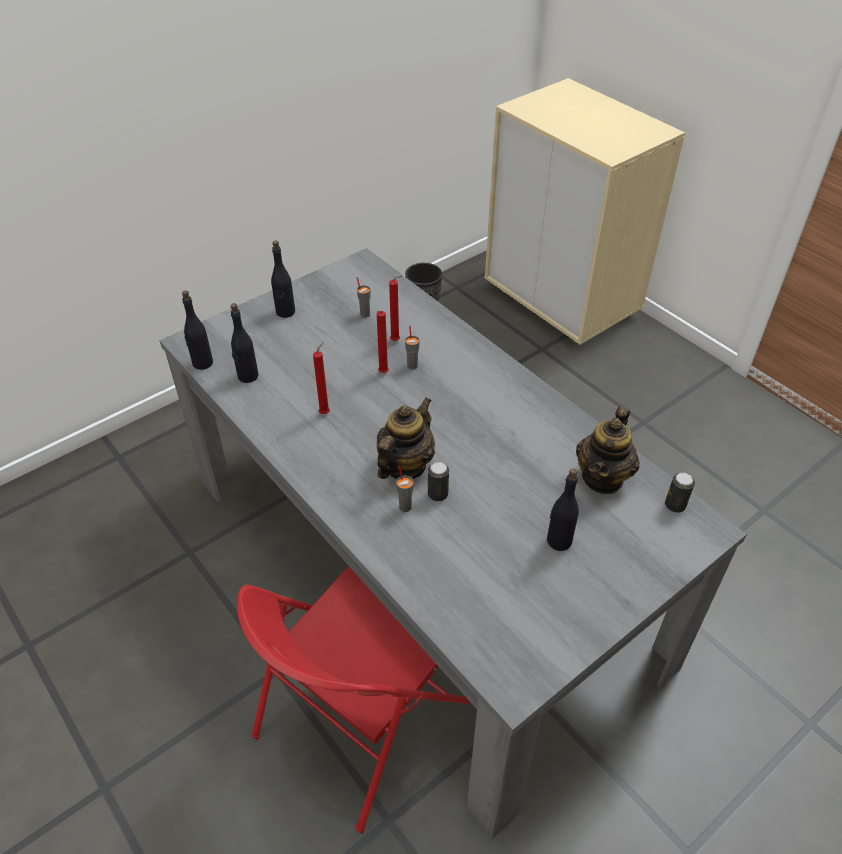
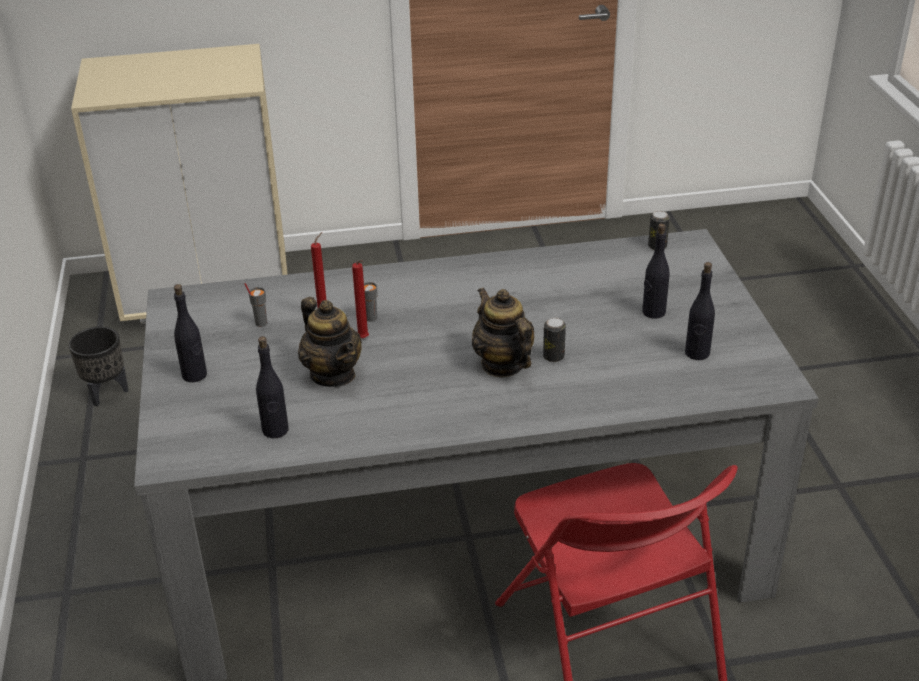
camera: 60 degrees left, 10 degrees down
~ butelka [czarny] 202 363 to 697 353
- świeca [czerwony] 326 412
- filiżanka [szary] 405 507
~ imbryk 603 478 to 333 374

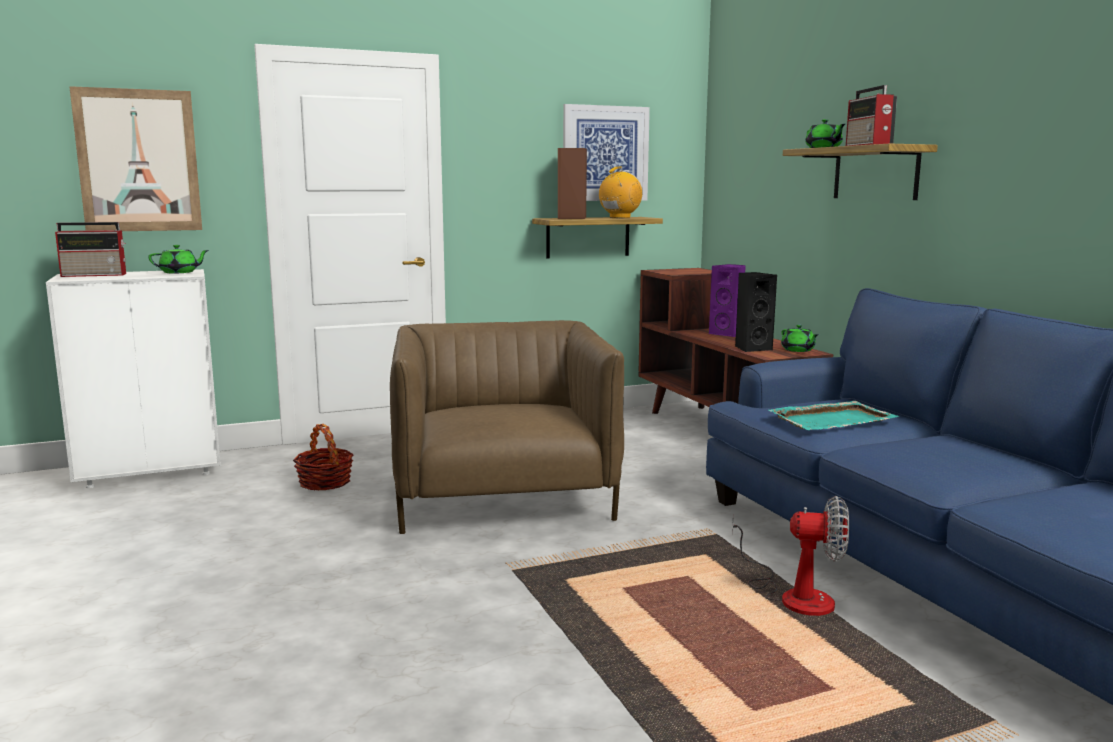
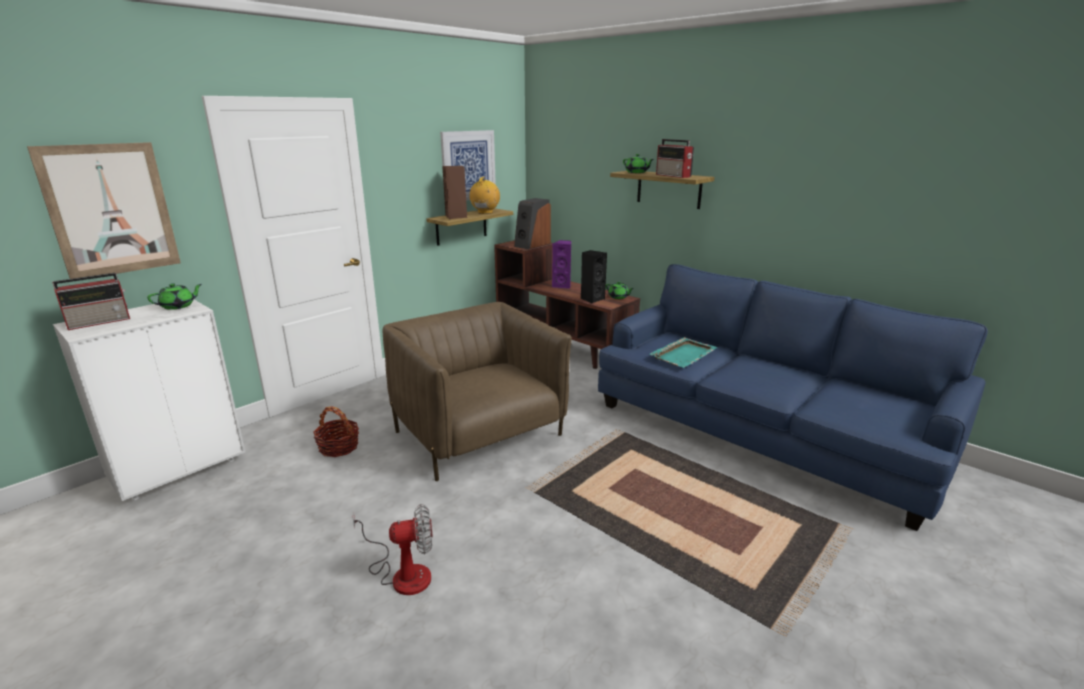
camera: 25 degrees left, 10 degrees up
~ wentylator 794 595 to 402 573
+ głośnik 532 245

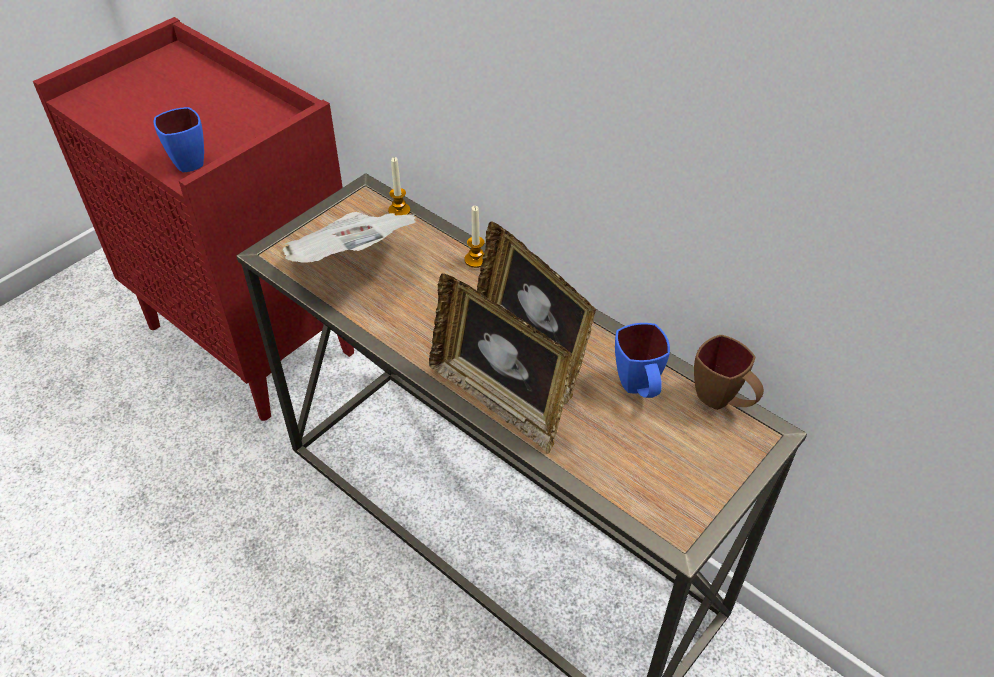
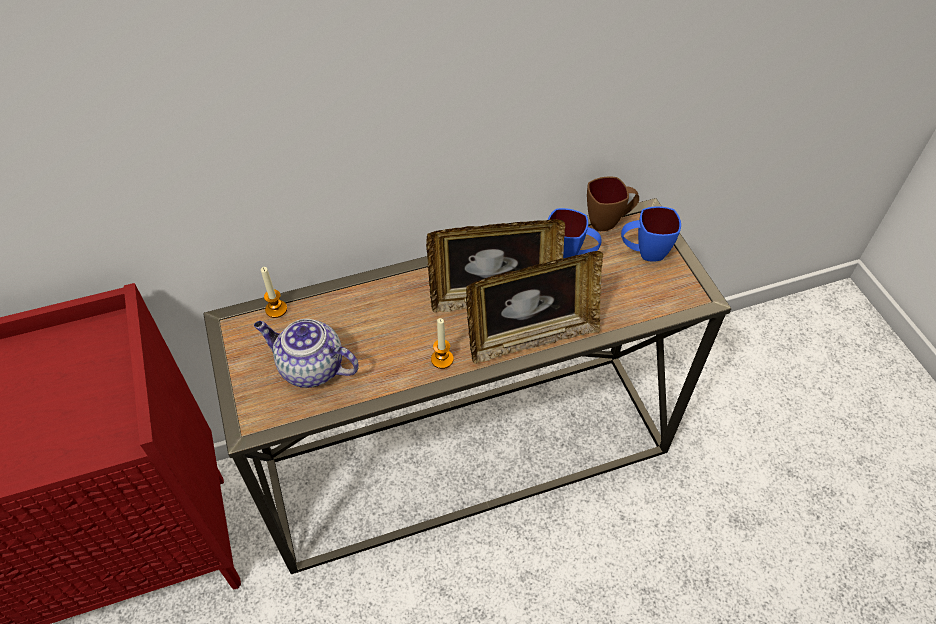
camera: 60 degrees left, 5 degrees up
~ kubek [niebieski] 187 159 to 644 253
~ gazeta 352 261 to imbryk 310 368
~ świeca 476 260 to 442 359

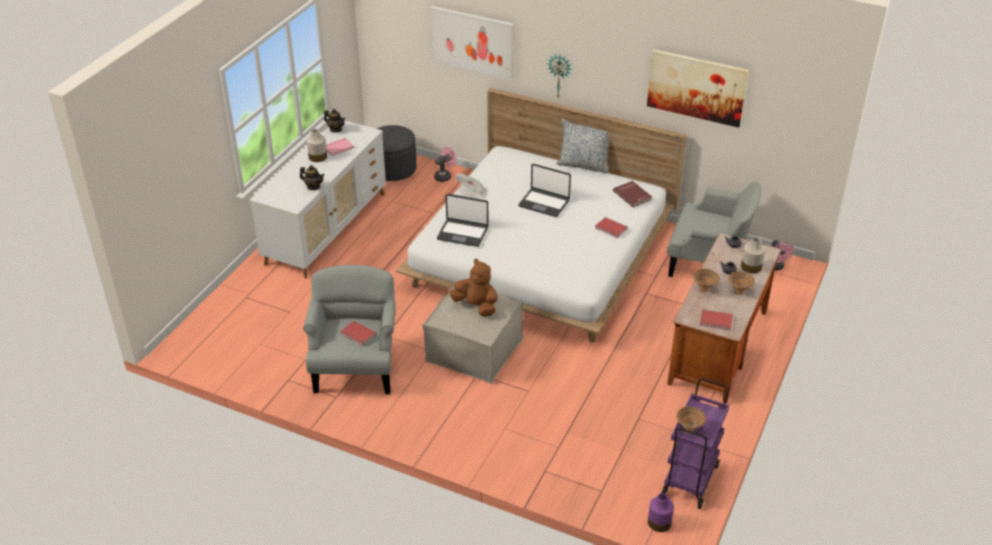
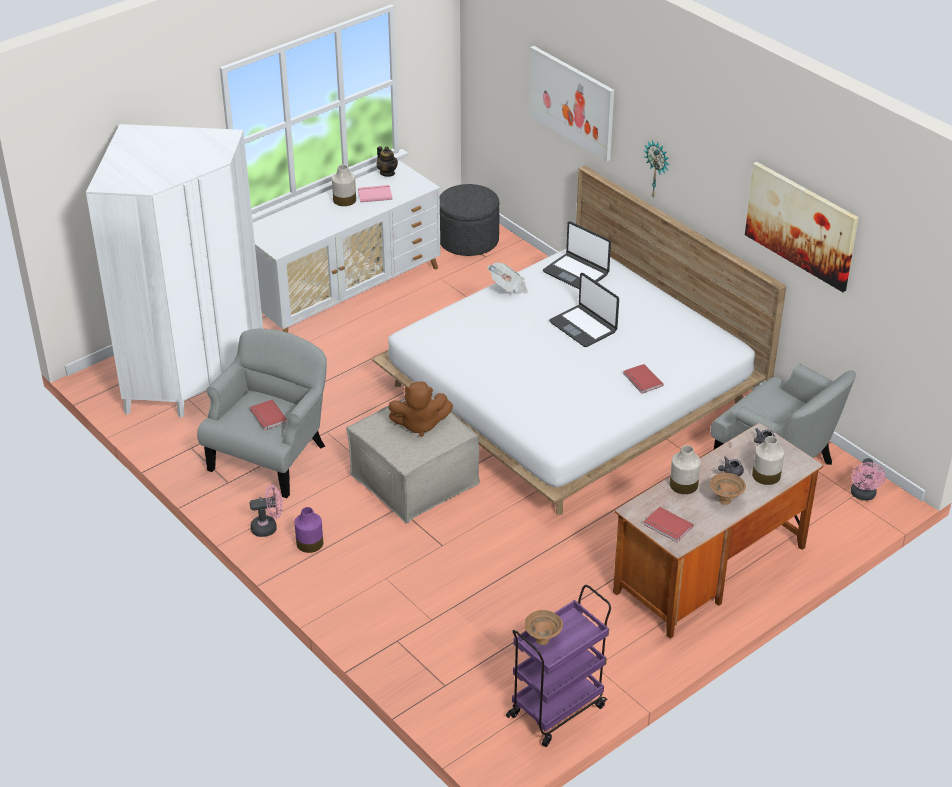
camera: 25 degrees right, 0 degrees up
- imbryk 313 187
~ wentylator [różowy] 445 176 to 268 527
~ laptop 463 233 to 576 273
~ pluszak [brązowy] 476 306 = 419 425 120 degrees clockwise
- poduszka 583 165
- książka [czerwony] 632 195
~ wazon [fioletowy] 659 522 to 309 543
~ miska [brązowy] 704 289 to wazon [beżowy] 684 484
+ szafa [biały] 192 375

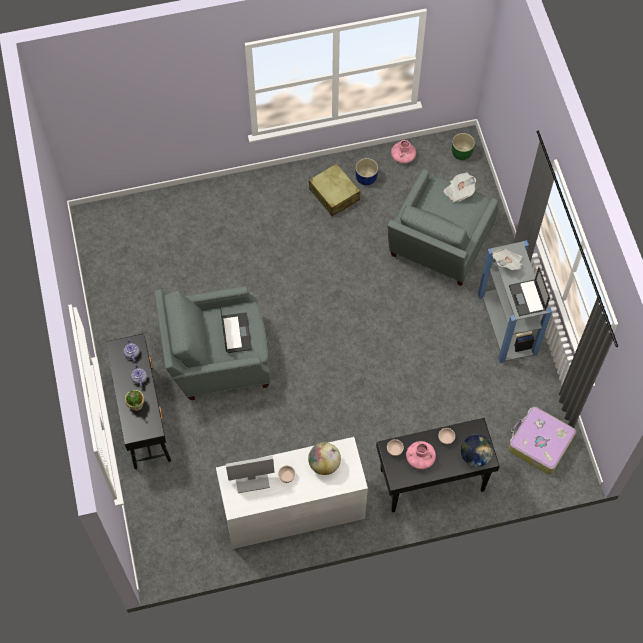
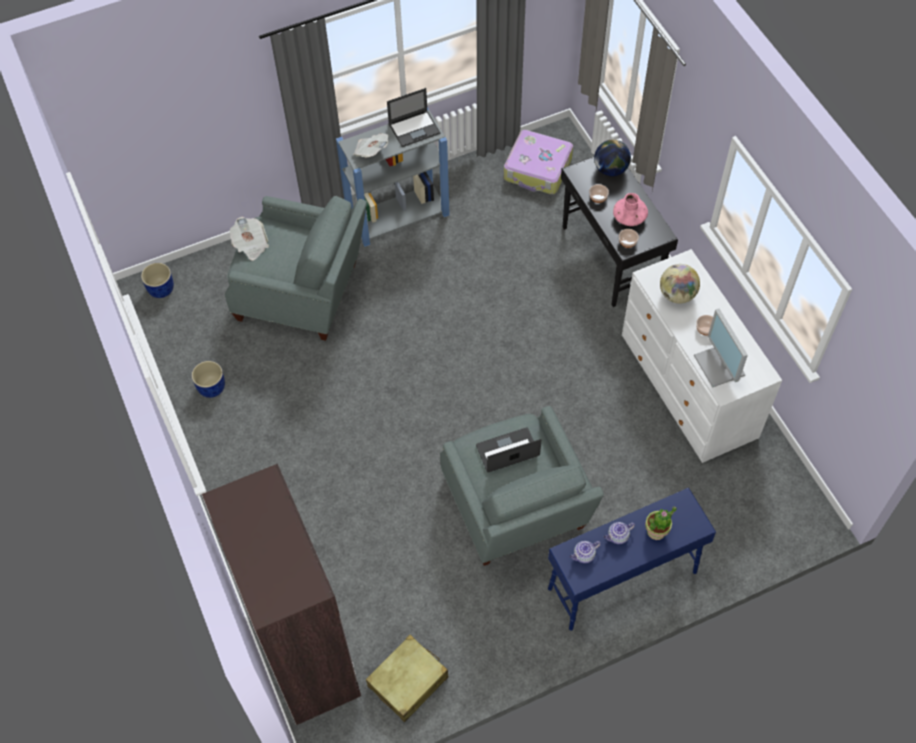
camera: 100 degrees left, 5 degrees down
~ stolik konsolowy [czarny] 144 416 to stolik konsolowy [niebieski] 621 579
~ walizka [beżowy] 334 194 to 408 682
- wazon [różowy] 403 156
~ donica [zielony] 461 153 to donica [niebieski] 161 289
+ szafa [brązowy] 306 653

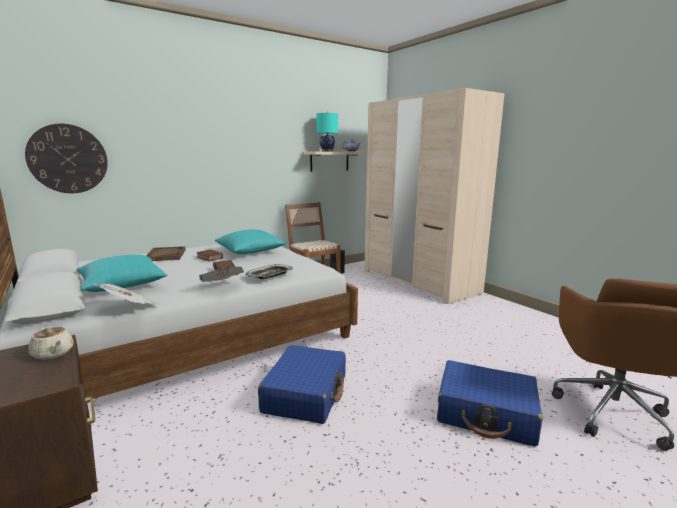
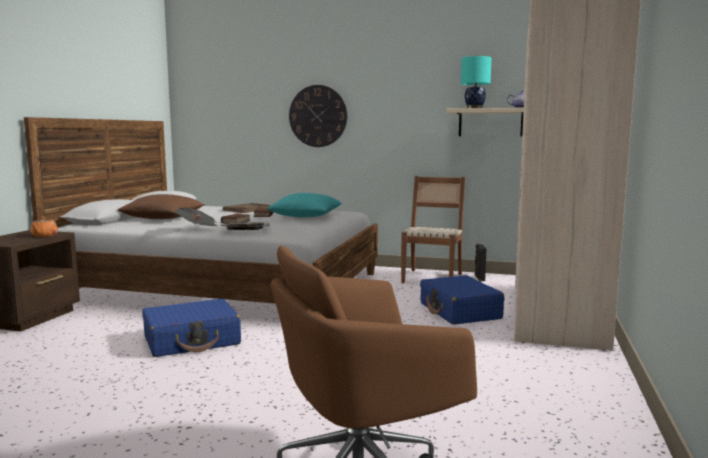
camera: 50 degrees right, 5 degrees down
~ zegar ścienny 68 159 to 318 116
~ imbryk [beżowy] 53 353 to imbryk [pomarańczowy] 44 236
~ poduszka [turkusowy] 122 285 to poduszka [brązowy] 163 218
- gazeta 130 308
~ walizka [niebieski] 486 413 to 459 311

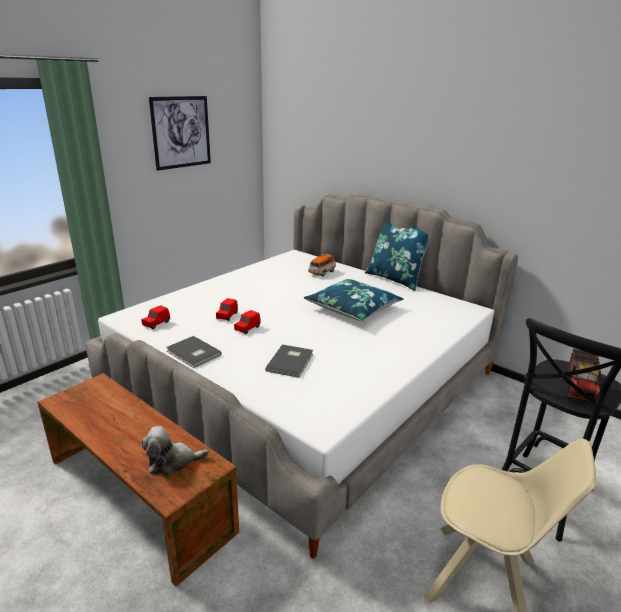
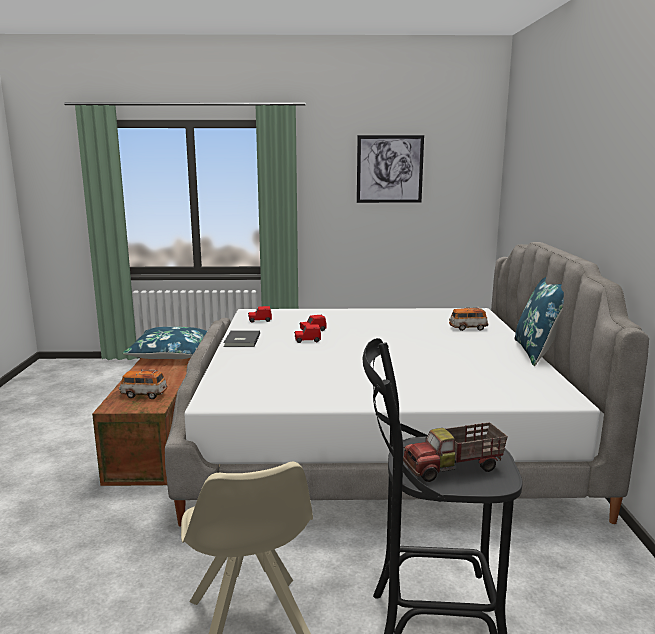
camera: 50 degrees right, 10 degrees down
~ pluszak 172 462 to samochodzik 143 395
- książka [szary] 291 362
~ poduszka [niebieski] 353 308 to 171 353

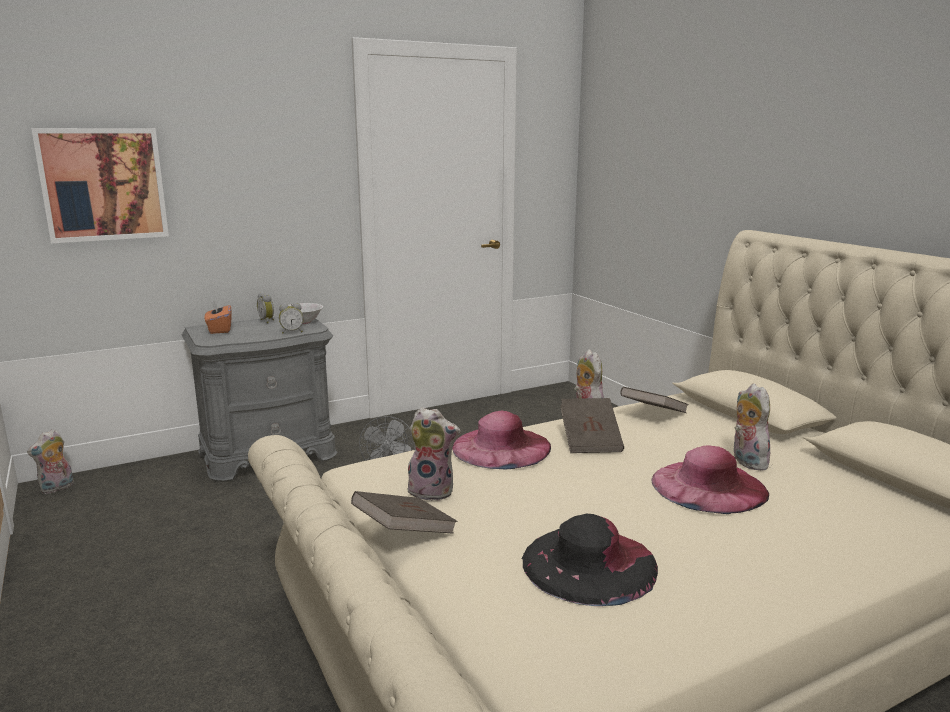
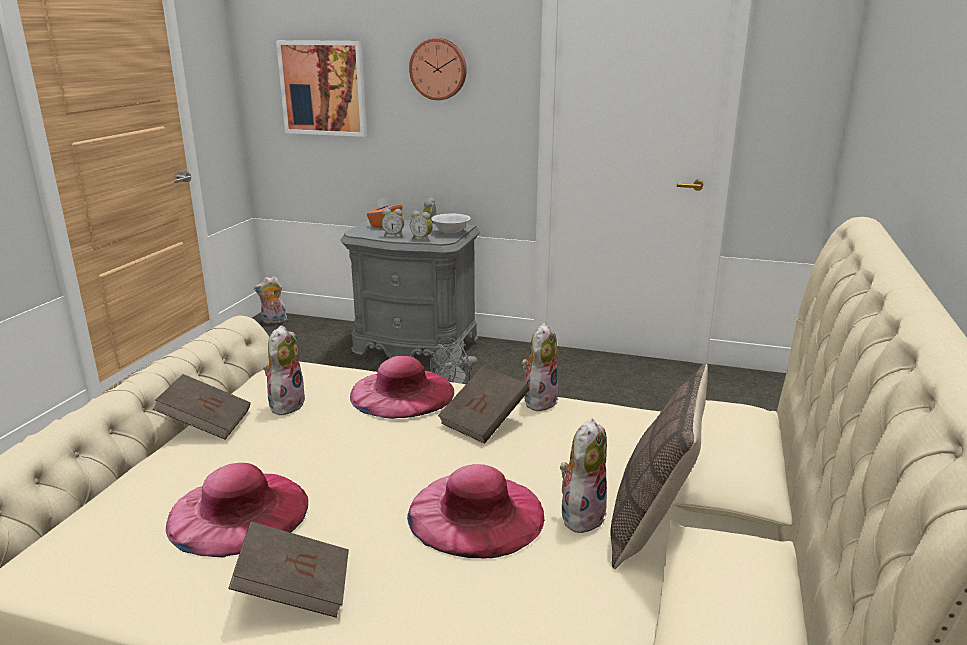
camera: 45 degrees right, 5 degrees up
~ pluszak 433 491 = 286 404 135 degrees counterclockwise
~ kapelusz [czarny] 589 564 to kapelusz [różowy] 238 512
~ książka [brązowy] 653 415 to 295 590
+ budzik 393 235
+ zegar ścienny 439 69
+ poduszka 653 525

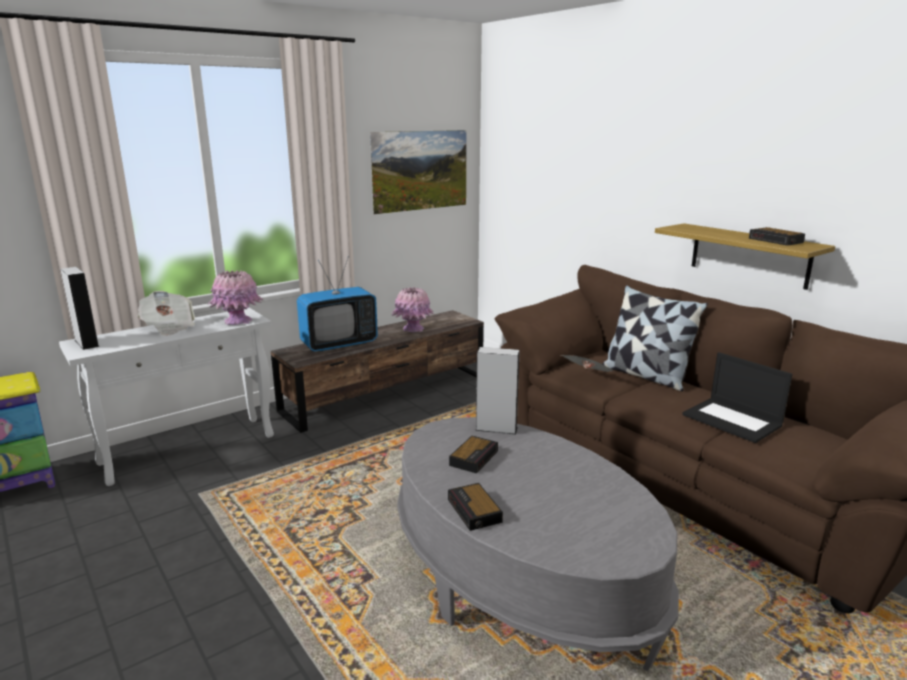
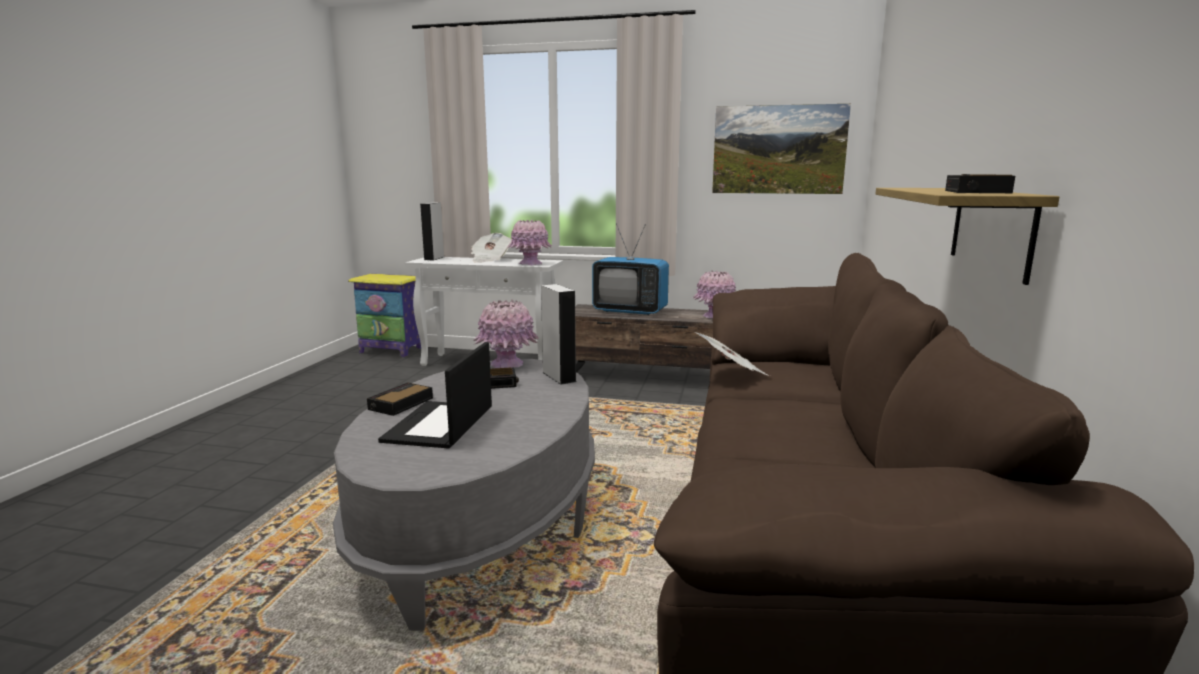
camera: 50 degrees right, 5 degrees down
- poduszka 646 375
~ laptop 733 420 to 440 425
+ wazon [różowy] 507 364

